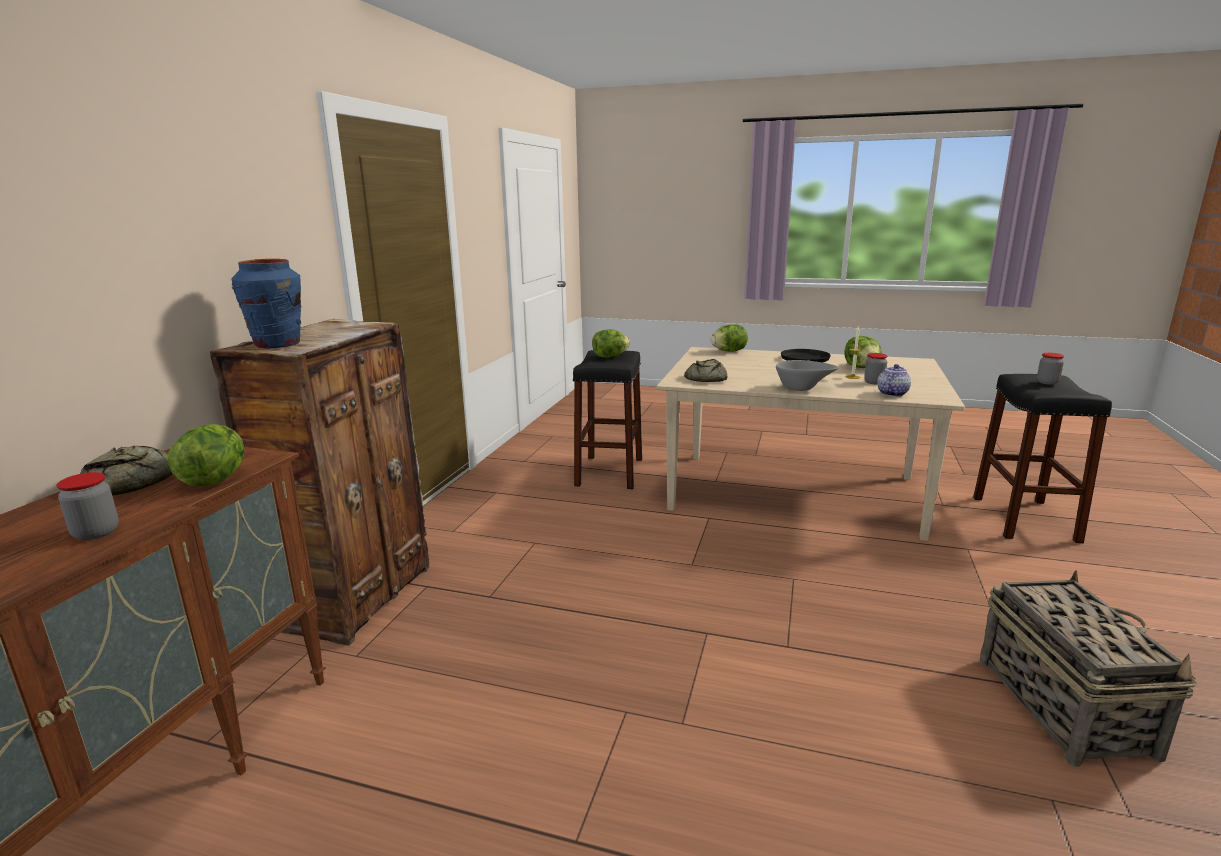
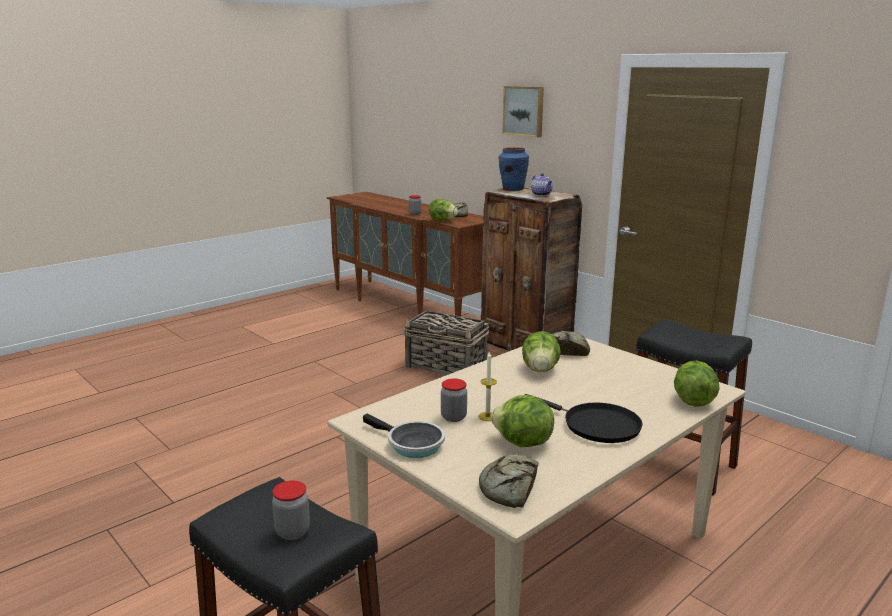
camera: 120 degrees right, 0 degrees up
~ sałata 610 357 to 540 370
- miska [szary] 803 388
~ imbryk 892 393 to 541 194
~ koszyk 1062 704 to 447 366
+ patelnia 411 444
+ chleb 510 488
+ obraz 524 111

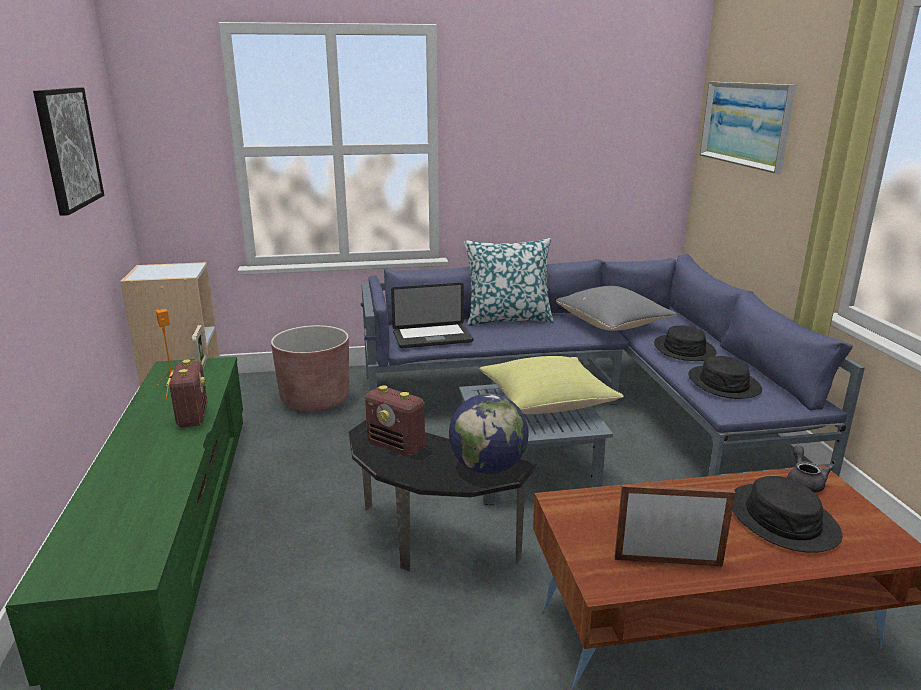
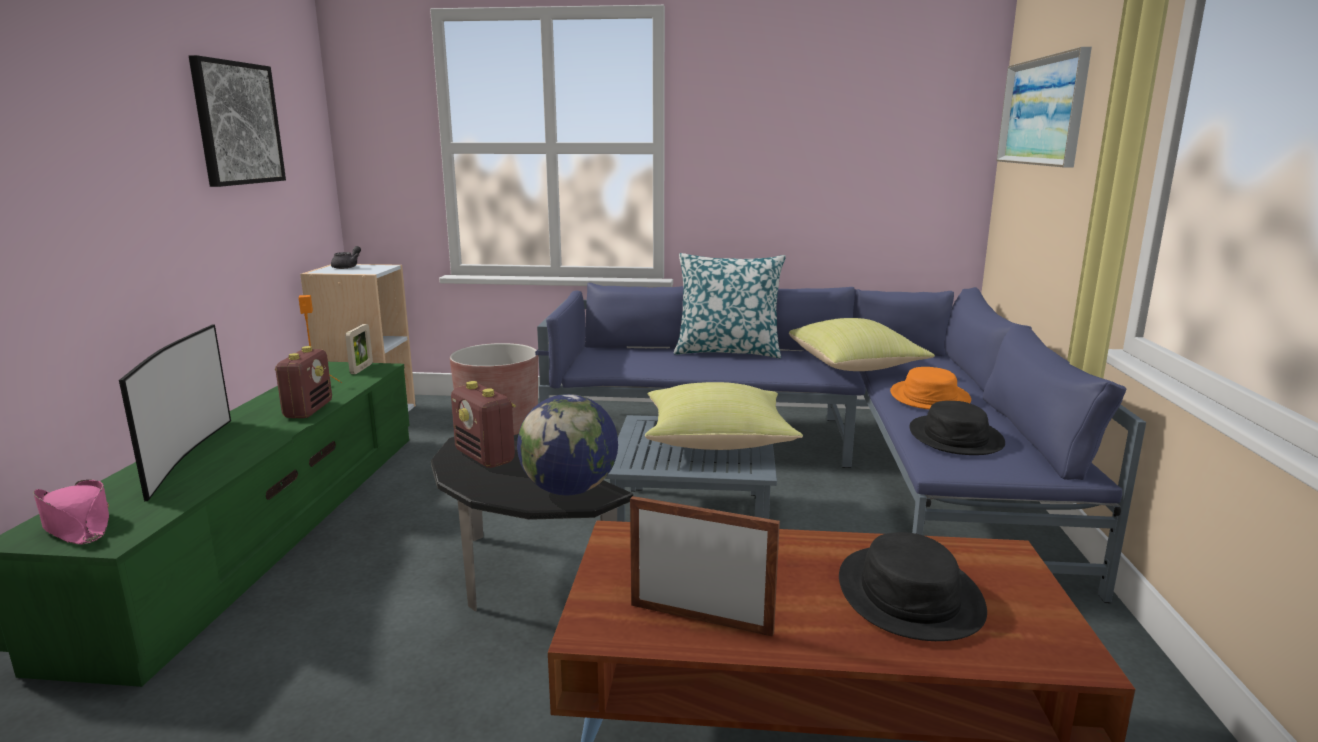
camera: 15 degrees right, 5 degrees down
- laptop 432 337
~ poduszka [szary] 613 326 to poduszka [żółty] 856 367
~ kapelusz [czarny] 684 349 to kapelusz [pomarańczowy] 929 397
~ imbryk [szary] 804 482 to 347 267
+ kapelusz [różowy] 77 524
+ telewizor 184 456

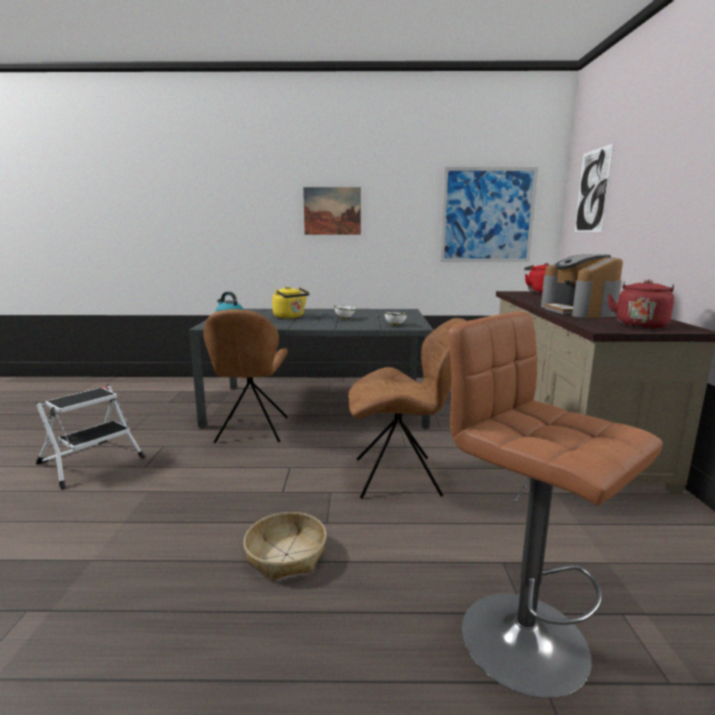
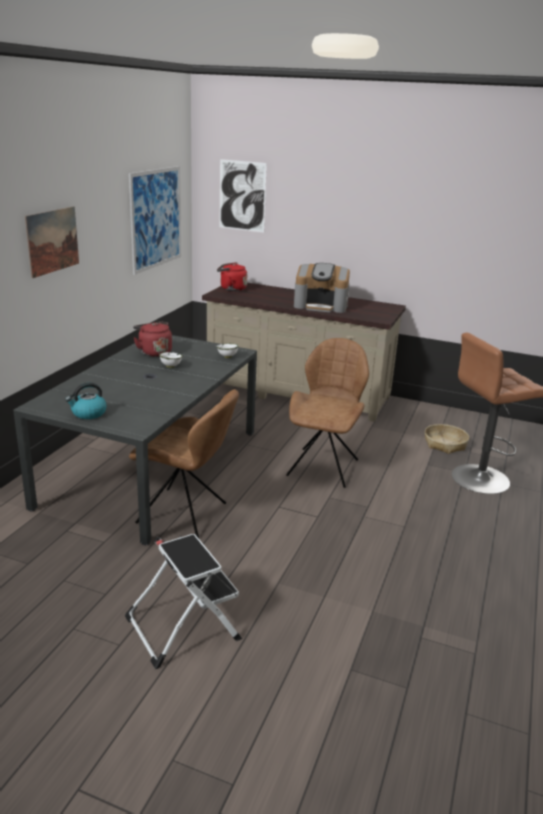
camera: 70 degrees left, 10 degrees up
~ koszyk 286 555 to 445 444
- czajnik [żółty] 290 317
~ czajnik [czerwony] 640 325 to 154 352

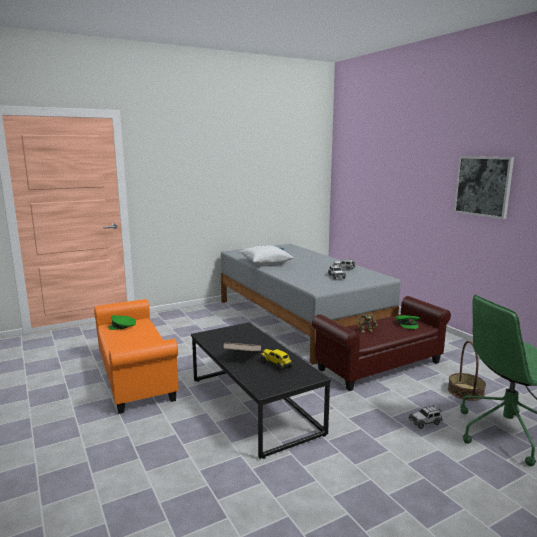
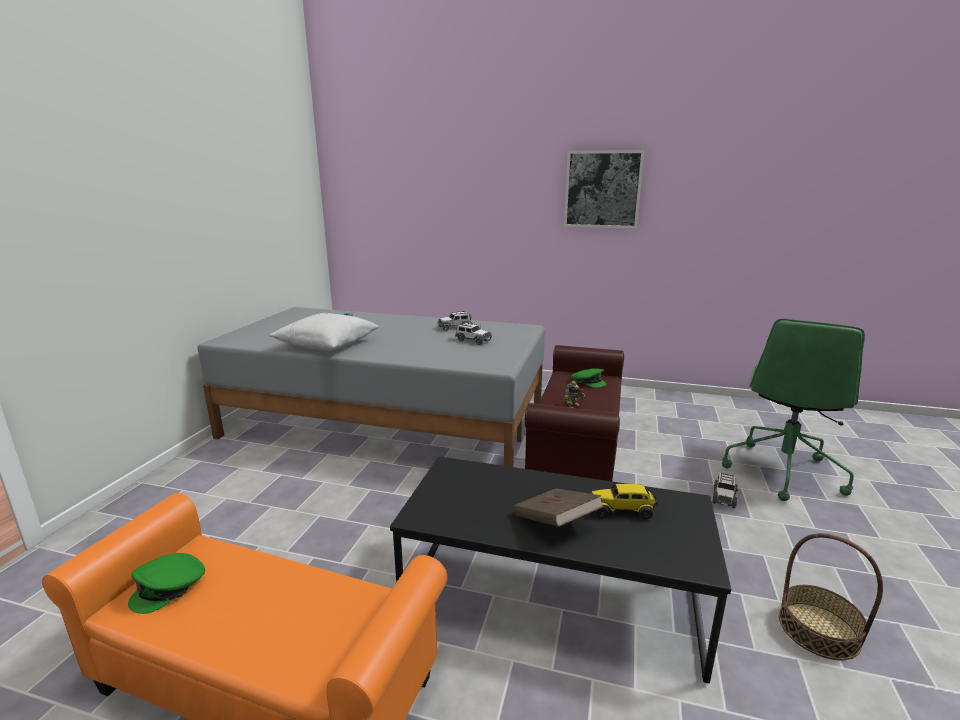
camera: 45 degrees left, 5 degrees up
~ koszyk 466 391 to 818 630

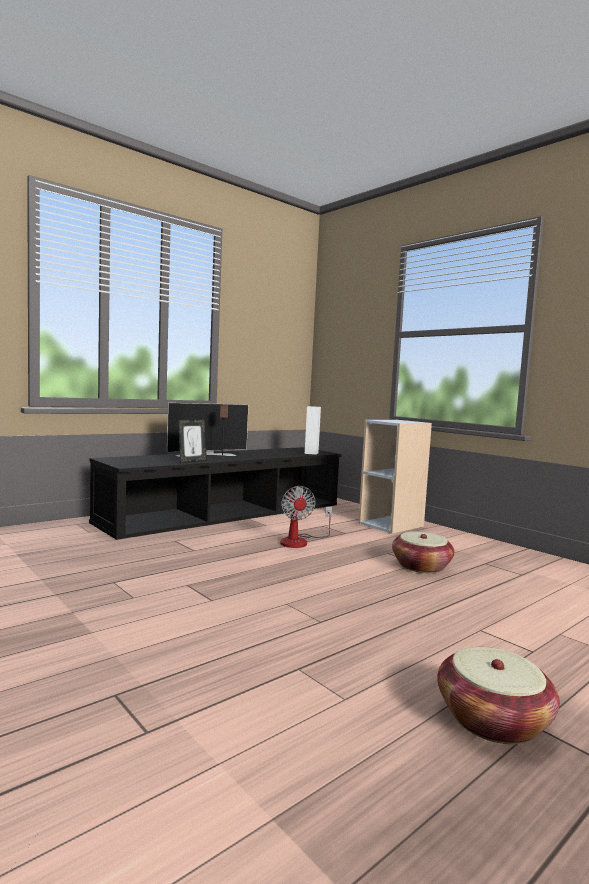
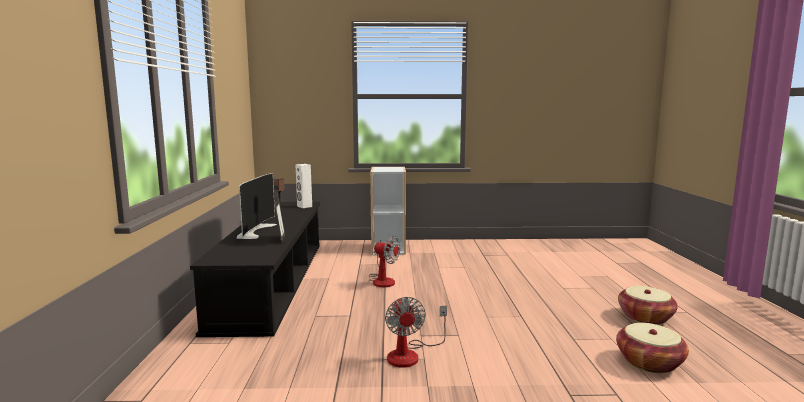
camera: 50 degrees left, 5 degrees up
~ koszyk 421 566 to 649 362
+ wentylator 410 354

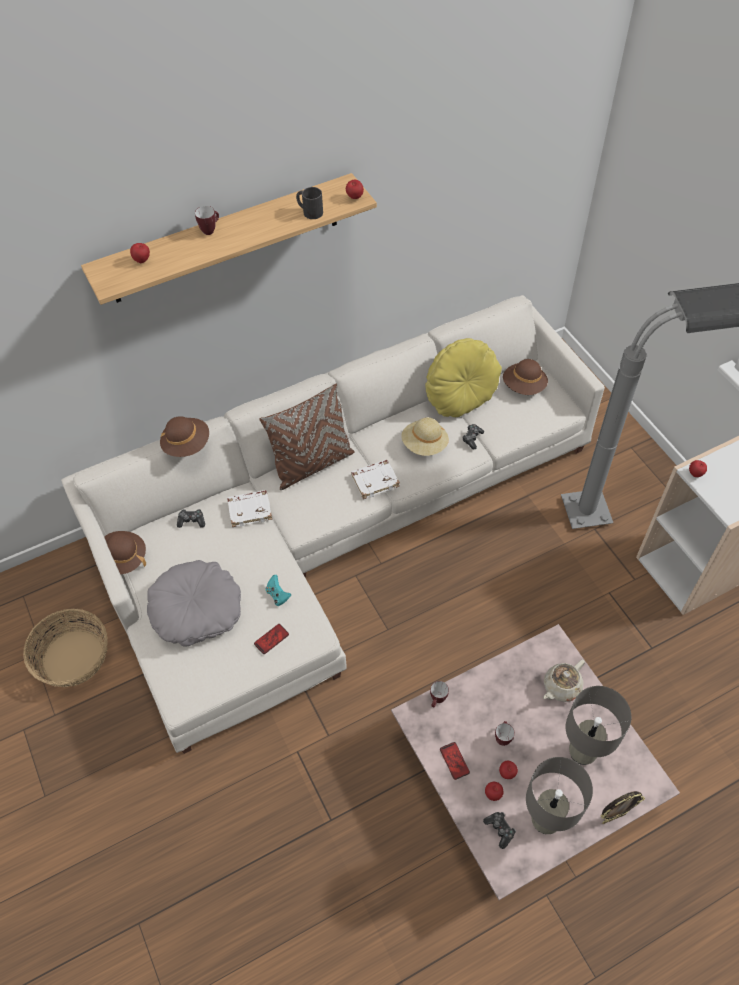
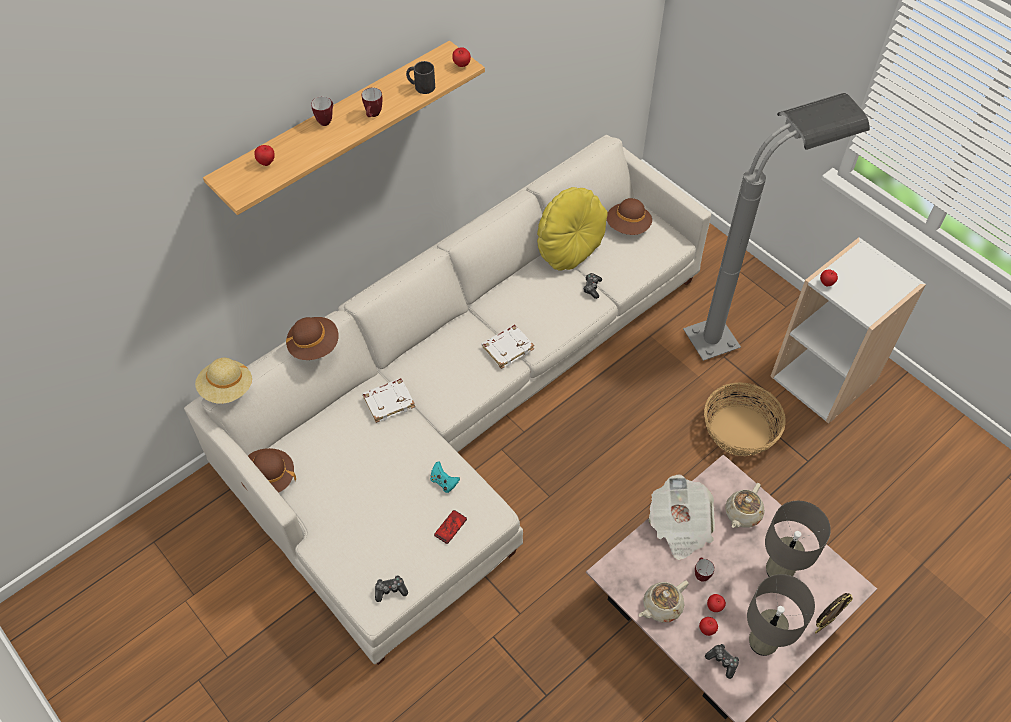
camera: 15 degrees left, 0 degrees up
~ koszyk 73 658 to 739 431
- poduszka [szary] 196 608
~ pad do gier 191 521 to 390 590
- poduszka [brązowy] 312 464
~ kapelusz [beżowy] 424 445 to 226 389
~ kubek 437 701 to 373 115
~ telefon 454 761 to imbryk [beżowy] 661 606
+ gazeta 679 526

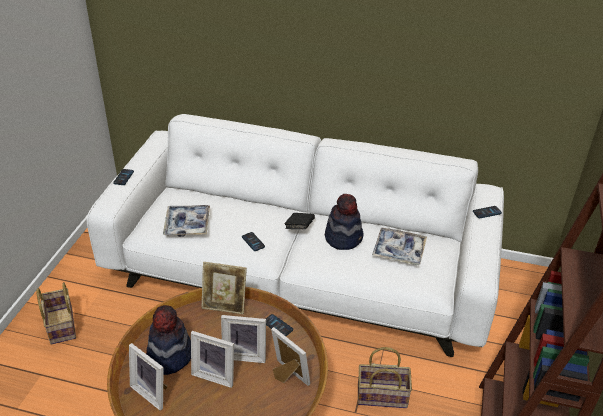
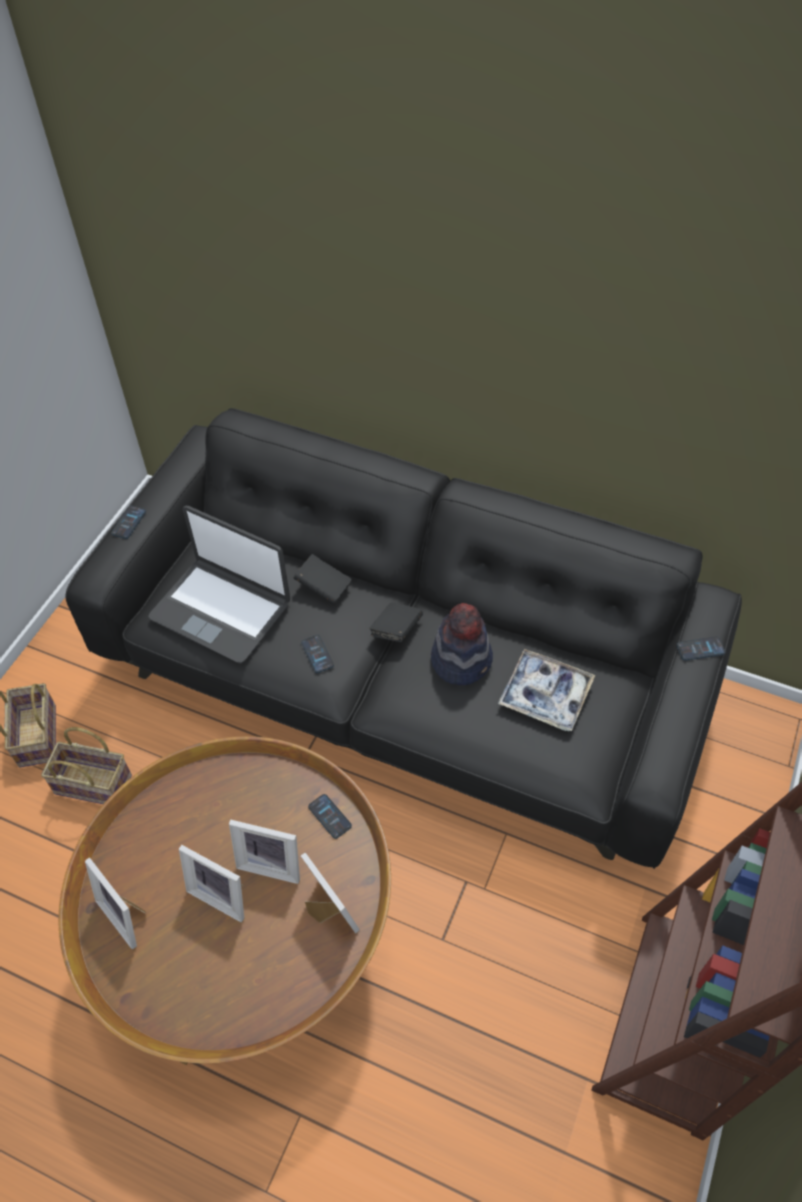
camera: 10 degrees right, 15 degrees up
~ kanapa [biały] 300 274 to kanapa [czarny] 403 680
- kapelusz 169 355
~ taca 187 224 to laptop 221 610
- ramka na zdjęcie 224 305
~ koszyk 383 395 to 95 783
+ książka [czarny] 323 587

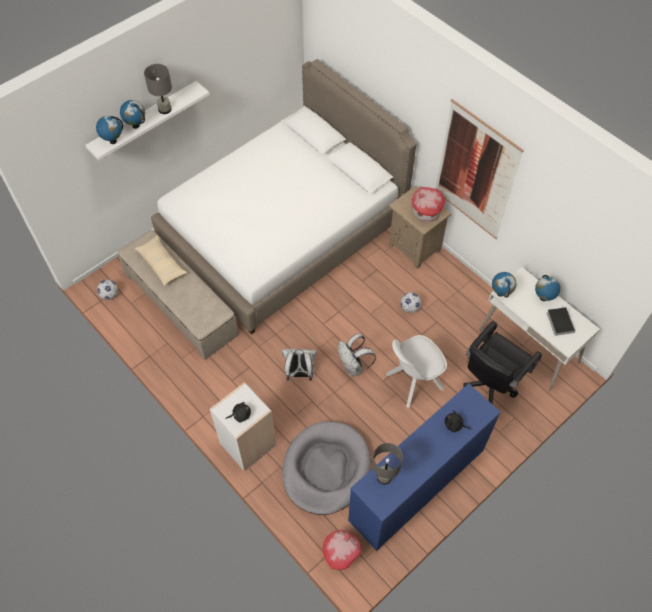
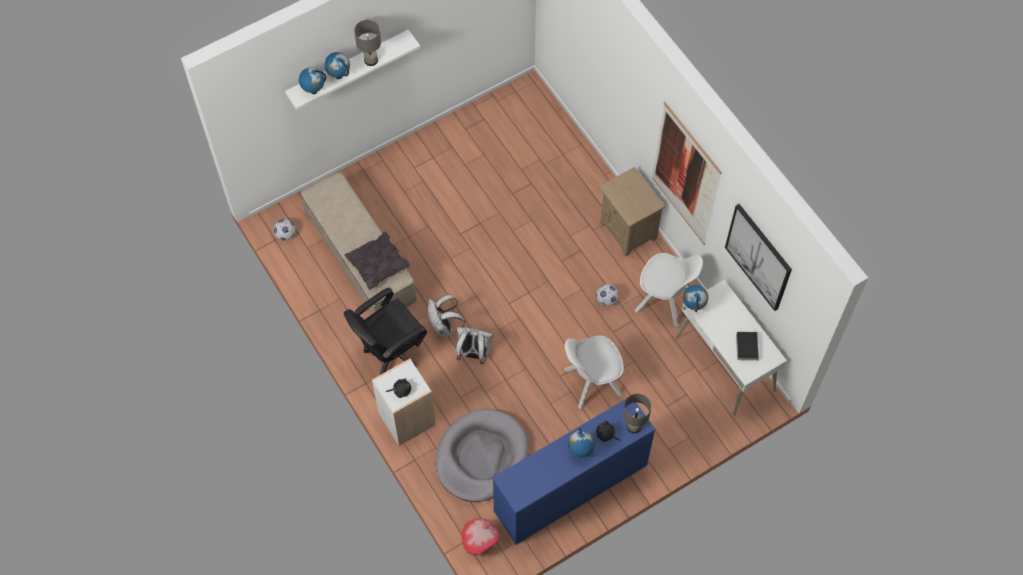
camera: 10 degrees right, 5 degrees up
- poduszka [beżowy] 162 264
- łóżko [biały] 283 232
~ plecak [biały] 353 367 to 444 328
~ lampa stołowa [szary] 384 476 to 634 426
- domek 426 212
~ krzesło biurowe [czarny] 488 388 to 390 355
~ globus 543 298 to 580 451
+ poduszka [czarny] 378 264
+ krzesło [biały] 664 301
+ obraz 758 257

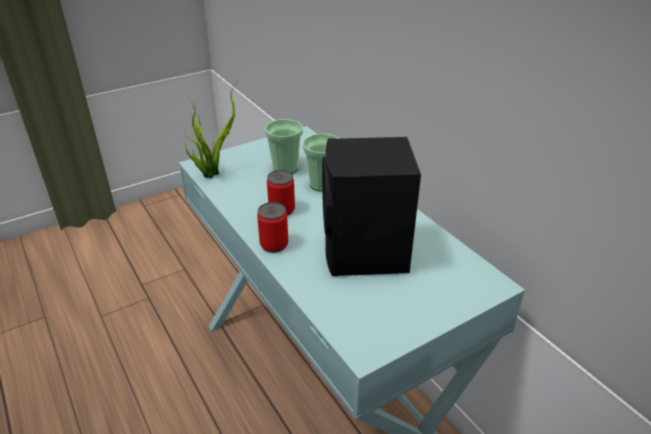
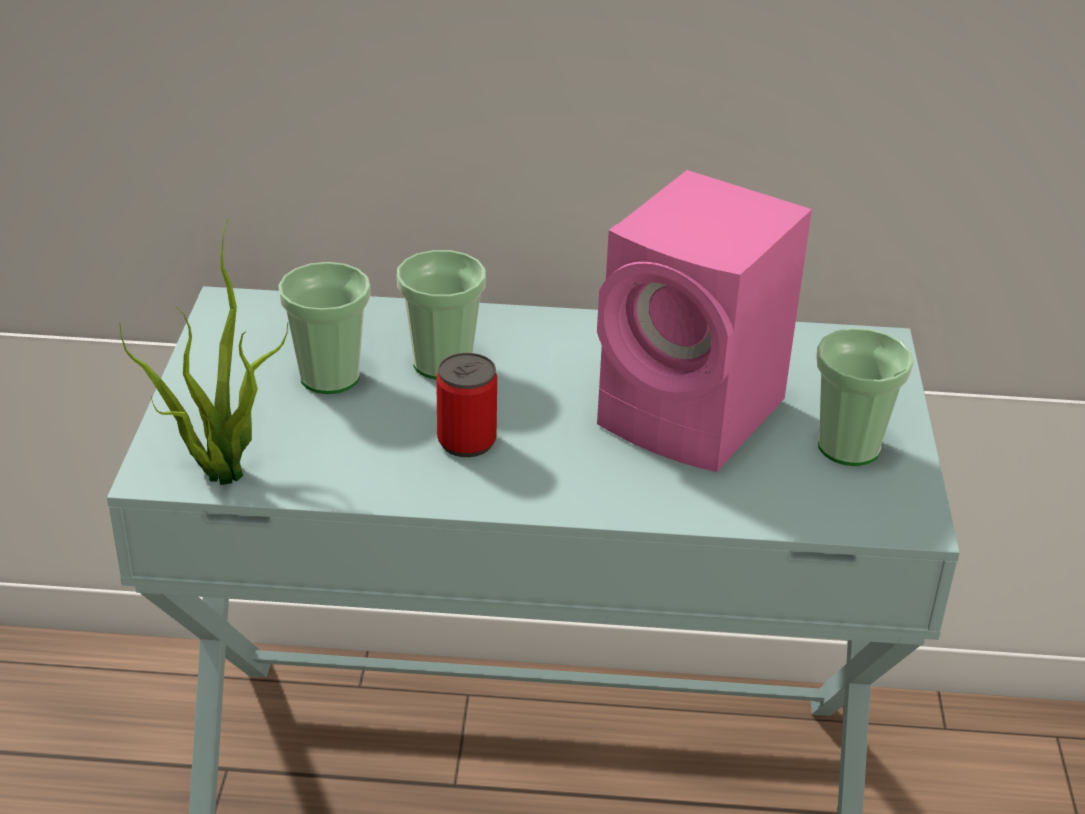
camera: 55 degrees left, 0 degrees up
- puszka 274 244
~ głośnik [czarny] 365 255 to głośnik [różowy] 696 416
+ filiżanka 848 447

